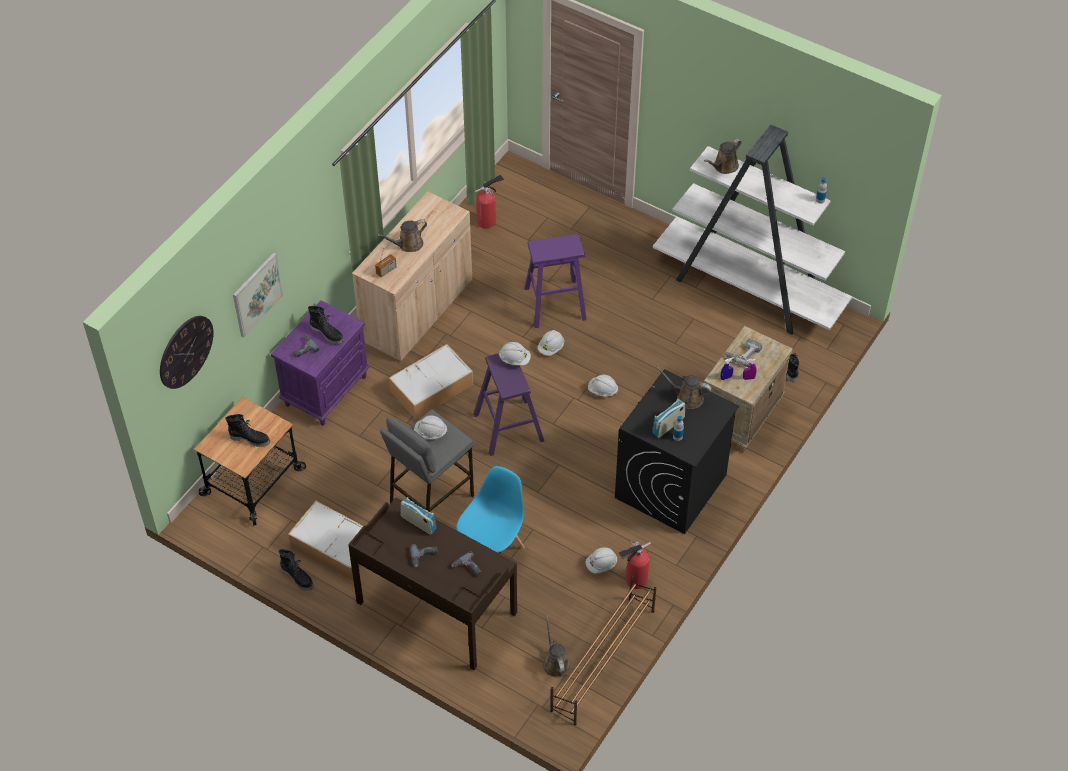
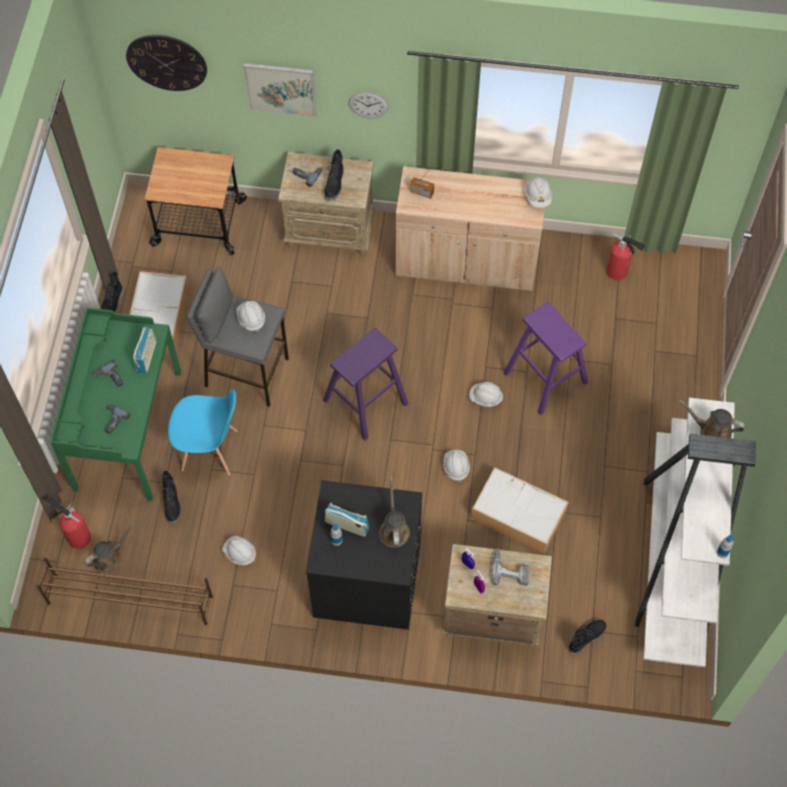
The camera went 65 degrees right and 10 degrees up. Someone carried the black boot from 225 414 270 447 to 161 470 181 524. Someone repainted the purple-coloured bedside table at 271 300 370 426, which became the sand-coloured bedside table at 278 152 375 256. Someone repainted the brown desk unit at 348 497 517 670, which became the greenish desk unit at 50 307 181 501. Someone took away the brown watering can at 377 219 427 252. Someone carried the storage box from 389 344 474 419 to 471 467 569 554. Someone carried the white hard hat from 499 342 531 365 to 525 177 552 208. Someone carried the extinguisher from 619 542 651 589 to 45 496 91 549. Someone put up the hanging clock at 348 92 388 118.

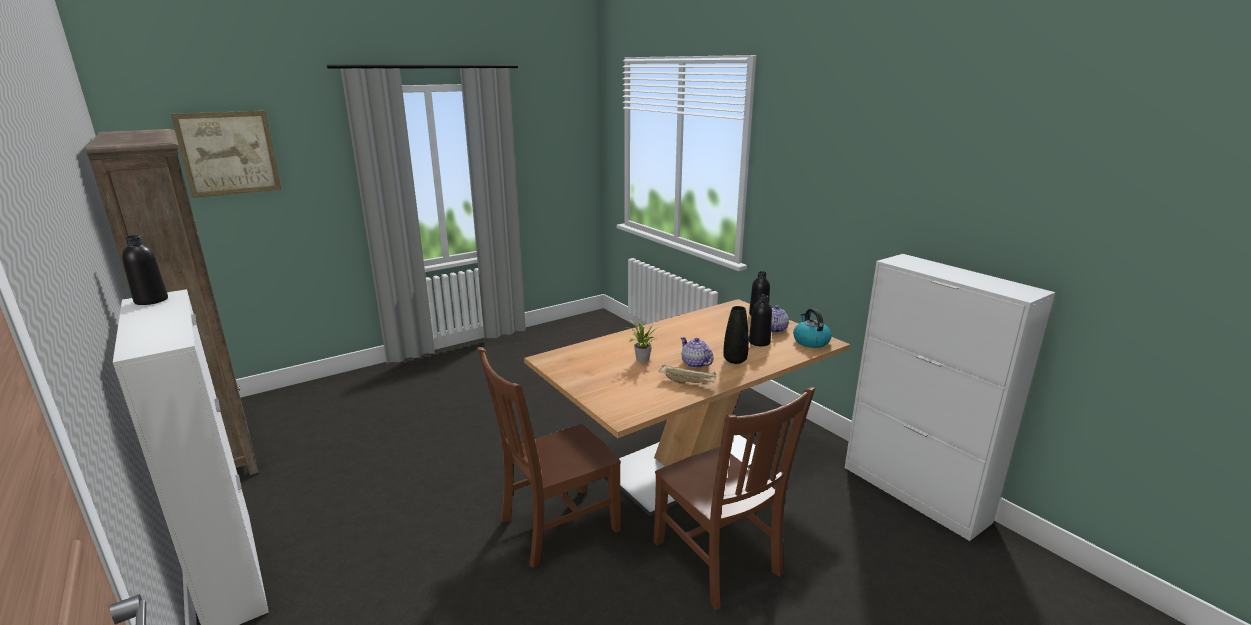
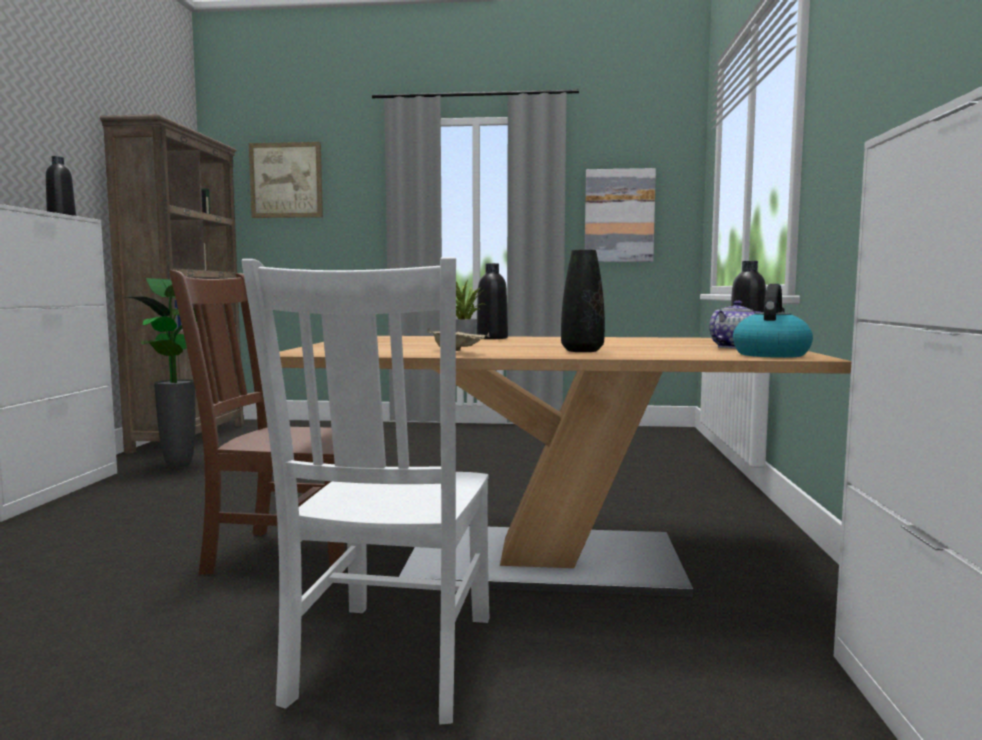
The camera went 40 degrees right and 15 degrees down. Someone repainted the brown chair at 654 387 815 610, which became the white chair at 241 257 489 724. Someone took away the pot for tea at 681 337 713 368. Someone carried the black drink bottle from 749 295 772 346 to 476 263 508 339. Someone put down the potted plant at 126 278 203 468. Someone put up the picture at 585 168 656 262.

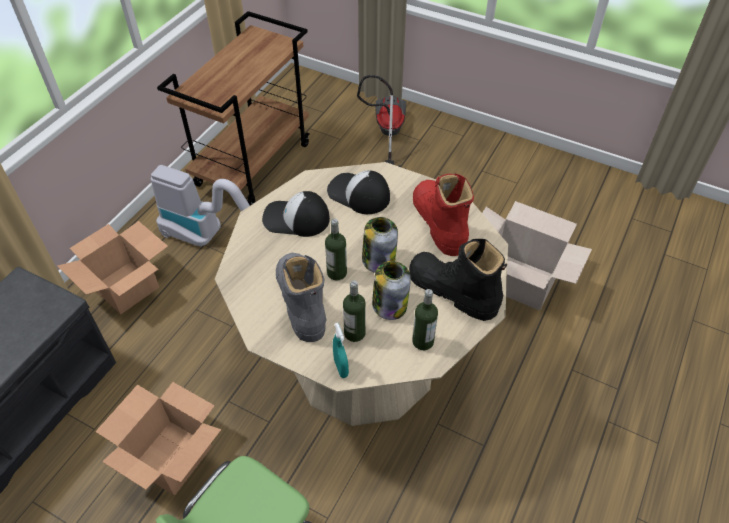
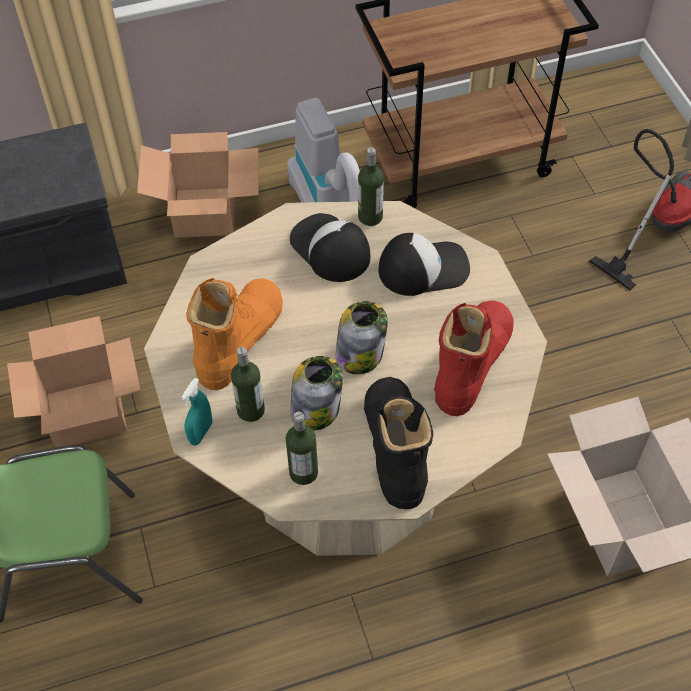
The camera went 45 degrees right and 5 degrees up. Someone repainted the grey boot at 276 253 327 342, which became the orangey boot at 186 278 283 390. Someone carried the drink bottle from 325 218 347 281 to 358 147 384 226. Someone rotated the baseball cap at 327 170 390 214 by 90 degrees clockwise.

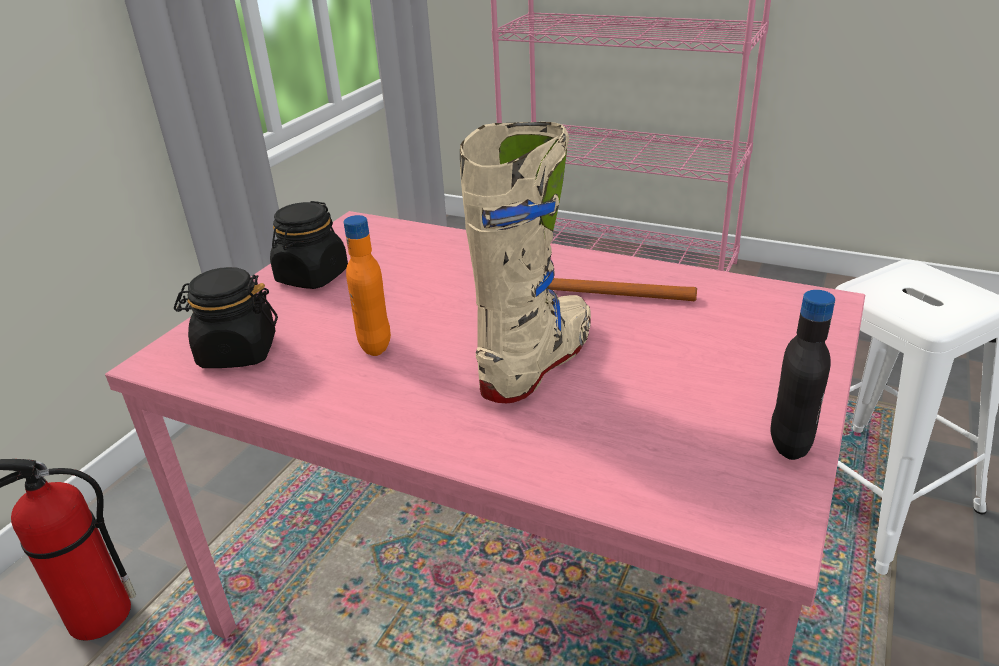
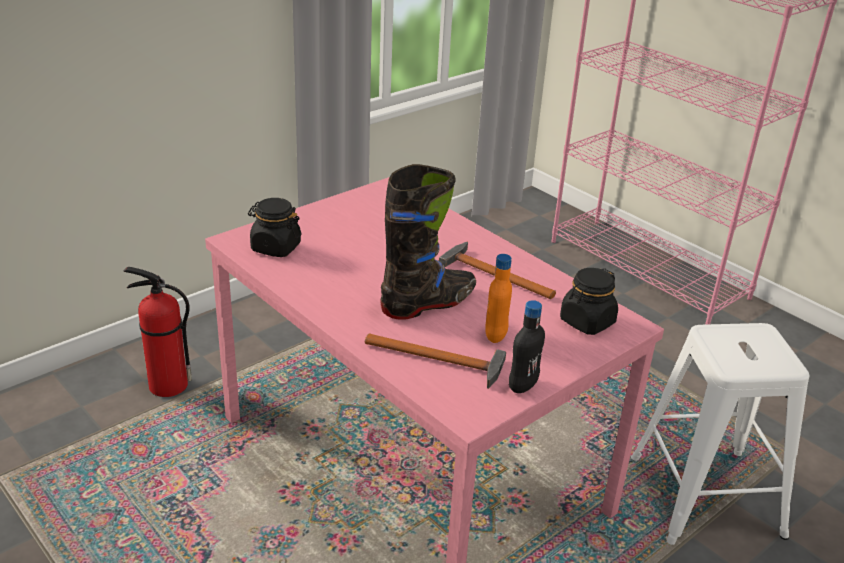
The camera went 20 degrees right and 0 degrees up. Someone carried the black storage jar from 270 201 348 289 to 560 268 618 335. Someone carried the orangey drink bottle from 344 215 391 356 to 485 254 512 343. Someone repainted the sand-coloured boot at 460 122 591 403, which became the black boot at 380 164 476 320. Someone put down the hand hammer at 365 333 506 389.

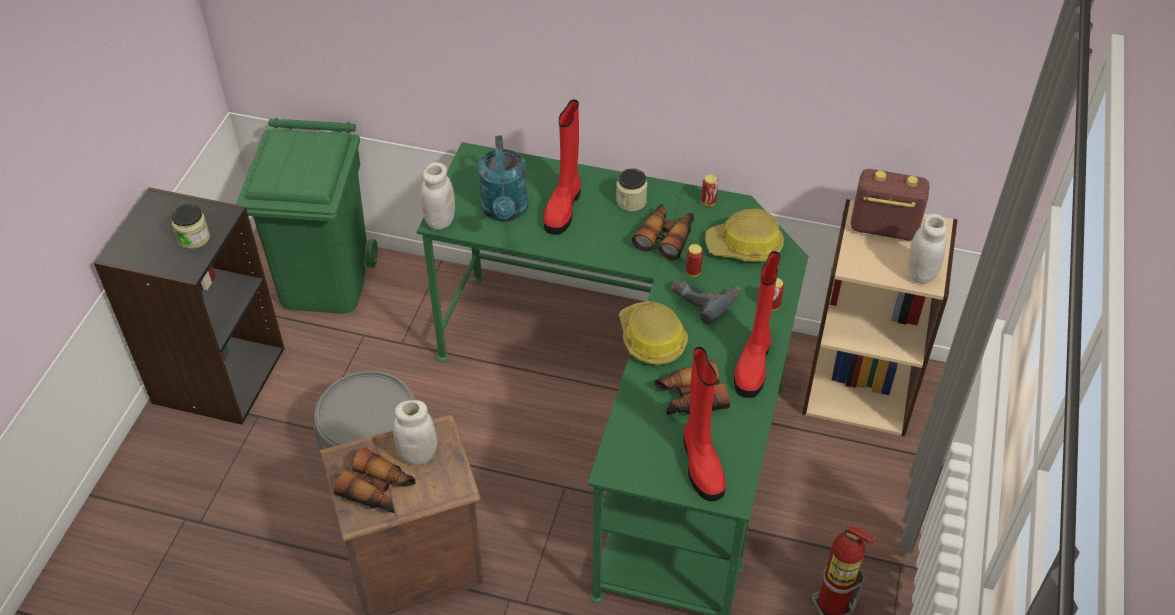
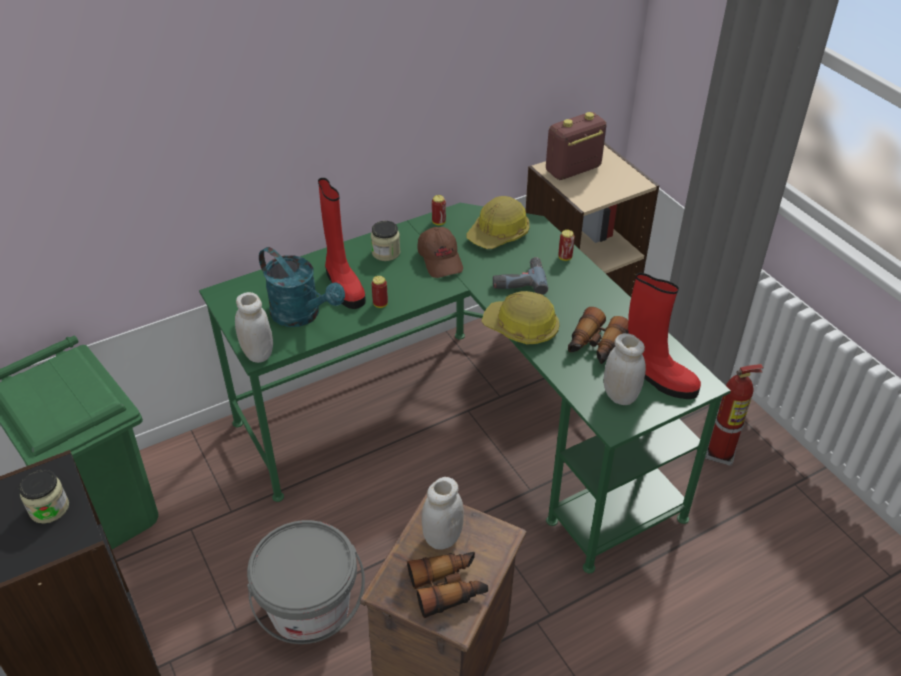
The camera went 45 degrees left and 5 degrees down. Someone swapped the pair of binoculars at 632 204 694 260 for the brown baseball cap at 418 227 463 278. Someone carried the can from 686 244 703 277 to 371 276 388 308. Someone took away the red-coloured boot at 734 251 780 398. Someone carried the white storage jar from 908 214 948 284 to 603 333 646 405.

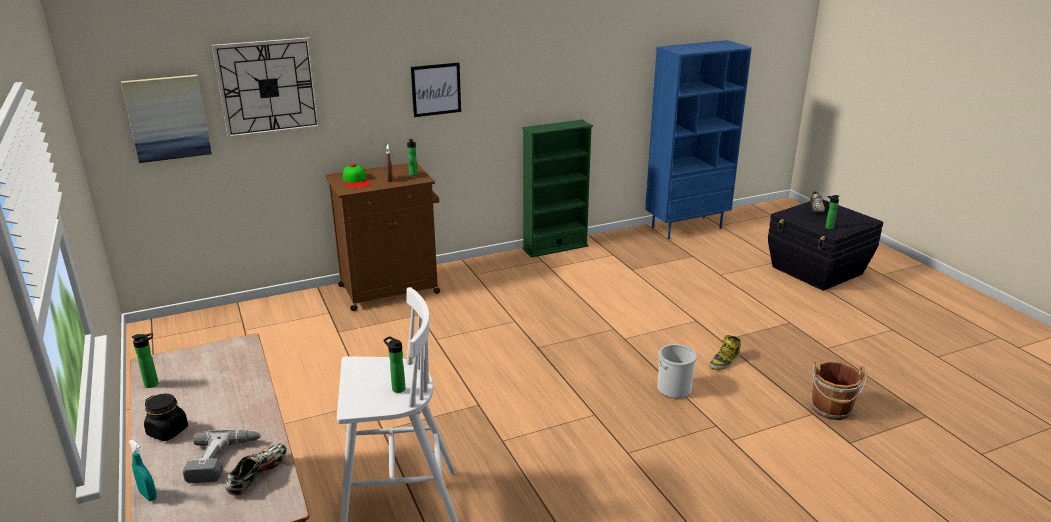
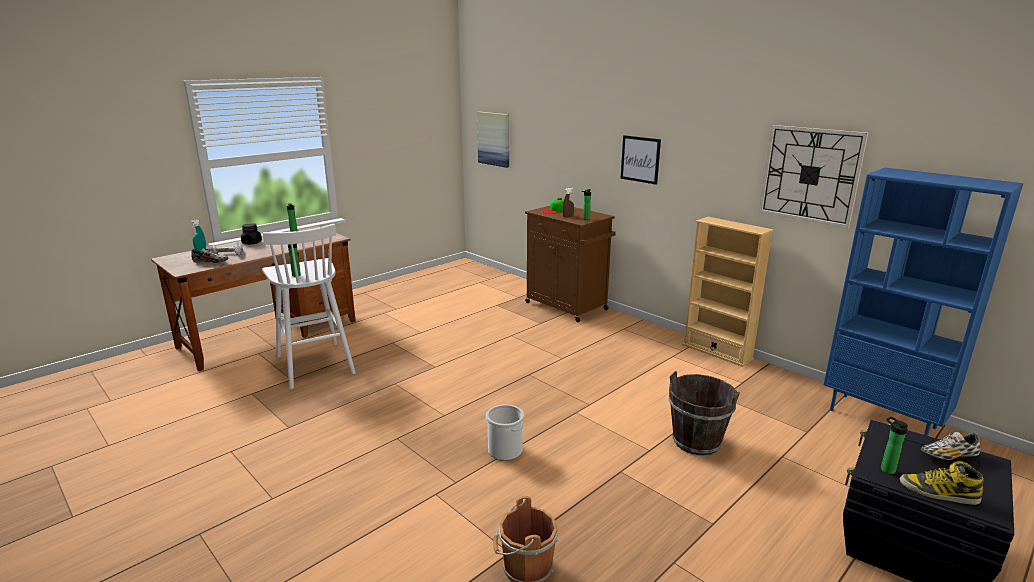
The camera went 70 degrees right and 5 degrees down. Someone carried the hanging clock from 212 37 321 139 to 759 125 869 228. Someone repainted the greenish bookshelf at 522 120 593 258, which became the sand-coloured bookshelf at 682 217 774 367. Someone carried the boot from 709 335 741 370 to 899 461 984 505. Someone put down the brown water bucket at 668 371 740 455.

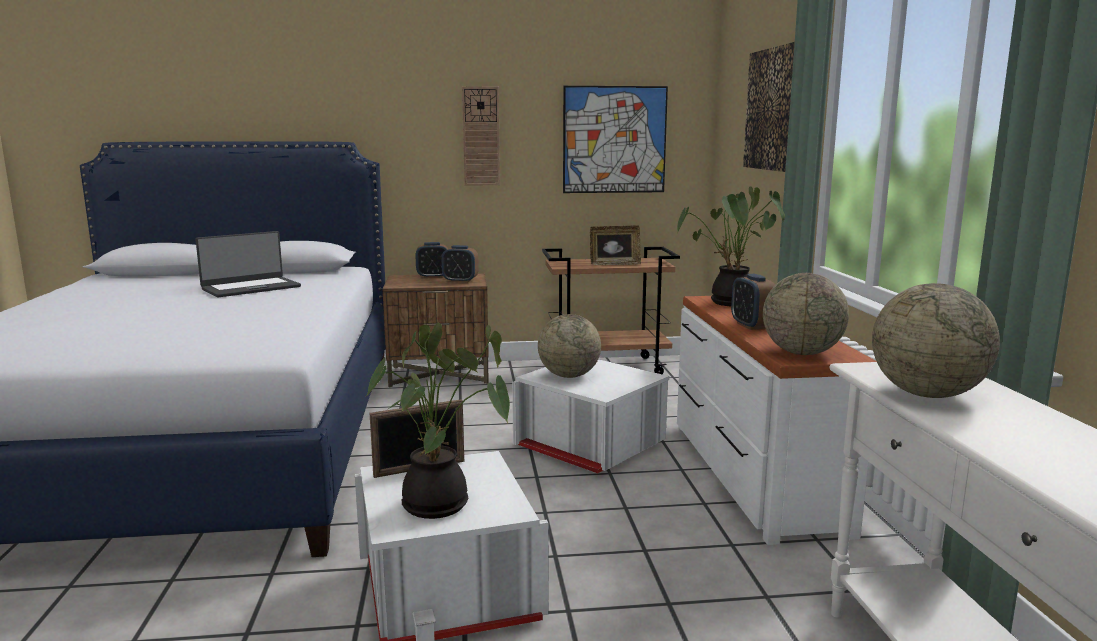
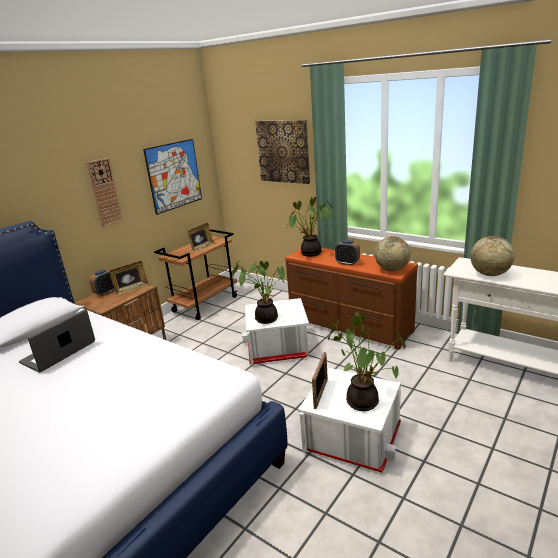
The camera went 45 degrees left and 10 degrees up. Someone rotated the portable computer at 195 231 301 297 by 150 degrees counterclockwise. Someone swapped the table clock at 441 245 479 283 for the photo frame at 109 261 149 295. Someone swapped the world globe at 538 314 601 378 for the potted plant at 232 261 285 324. Someone repainted the white chest of drawers at 677 296 877 545, which became the brown chest of drawers at 285 248 418 350.

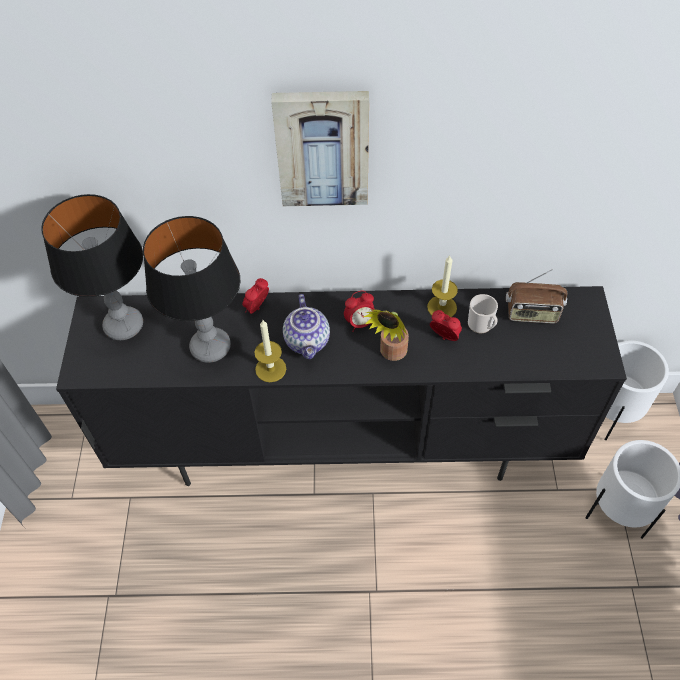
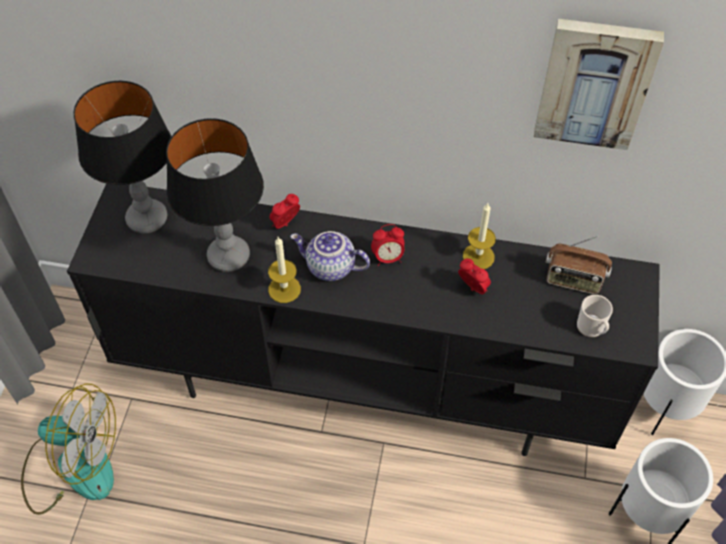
The camera went 10 degrees right and 0 degrees up. Someone carried the picture from 271 91 369 206 to 534 19 664 150. Someone rotated the pot for tea at 283 294 330 359 by 105 degrees clockwise. Someone took away the potted plant at 364 310 409 361. Someone carried the mug from 468 294 498 333 to 577 295 613 337. Someone put down the fan at 21 383 116 515.

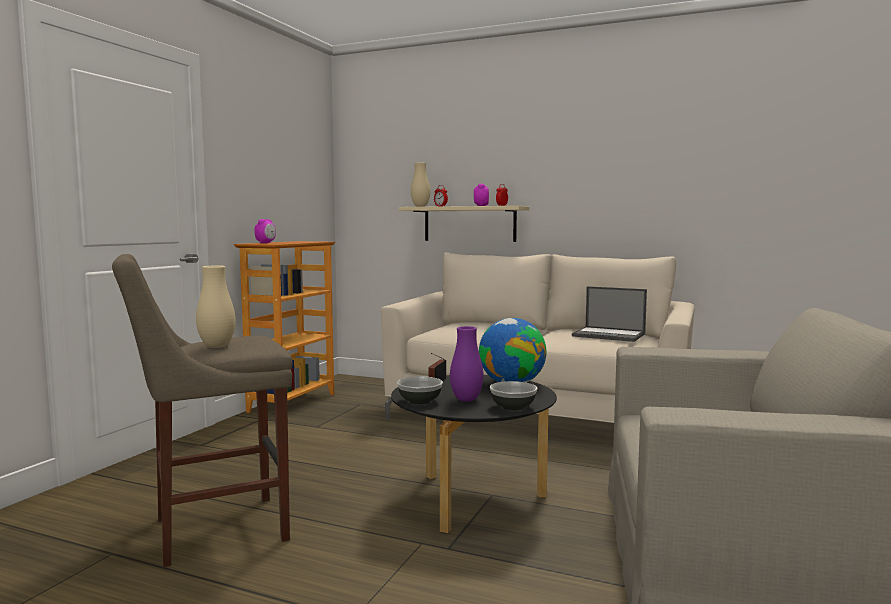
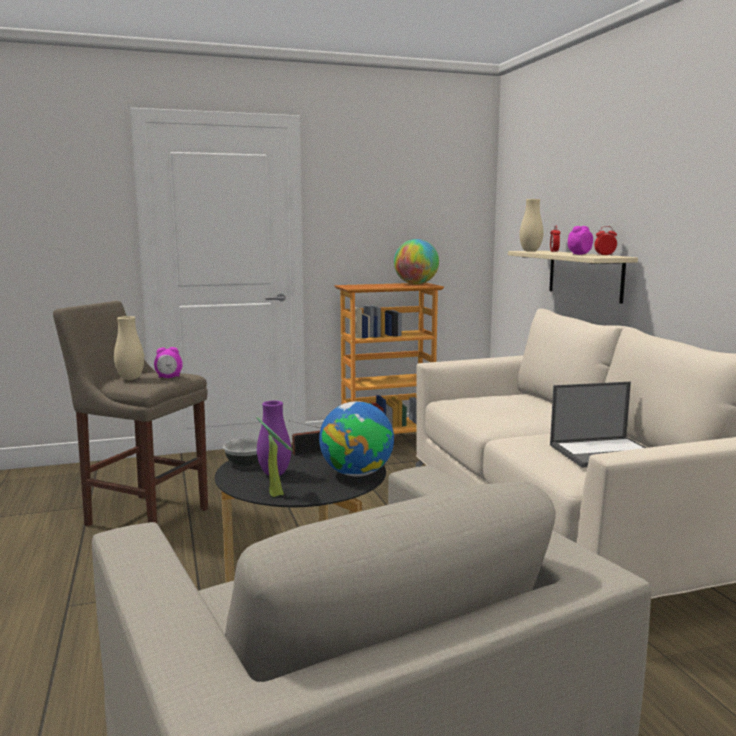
The camera went 50 degrees right and 5 degrees up. Someone carried the table clock from 254 219 276 243 to 154 347 182 378. Someone swapped the serving bowl at 490 381 537 410 for the potted plant at 256 417 293 497. Someone rotated the portable computer at 572 286 647 342 by 90 degrees counterclockwise. Someone put down the world globe at 394 239 439 285.

